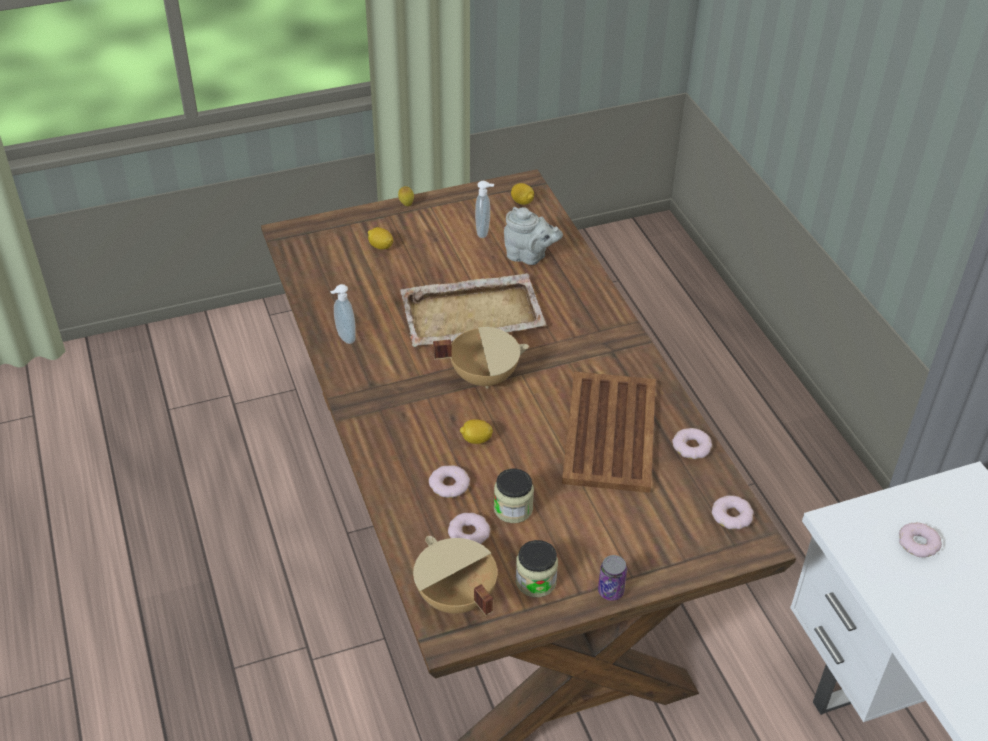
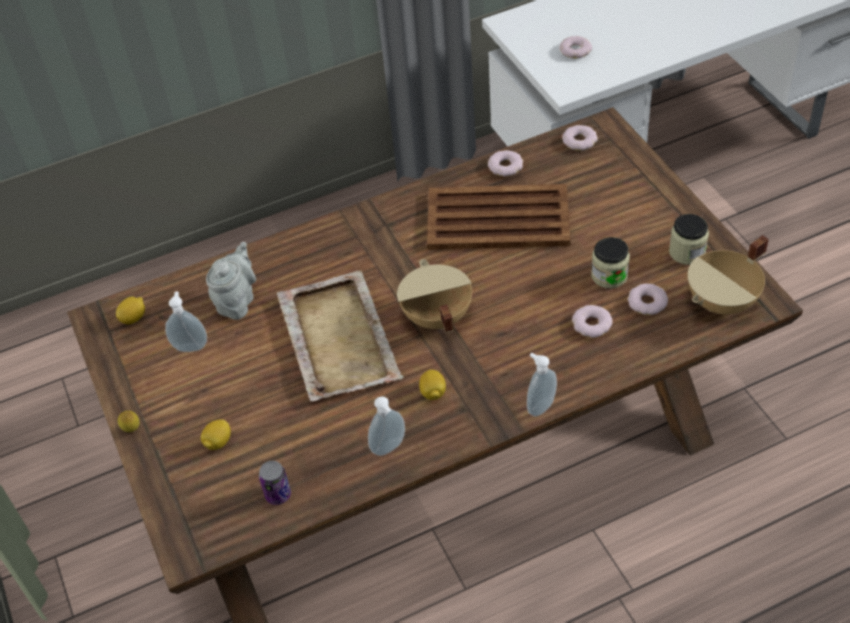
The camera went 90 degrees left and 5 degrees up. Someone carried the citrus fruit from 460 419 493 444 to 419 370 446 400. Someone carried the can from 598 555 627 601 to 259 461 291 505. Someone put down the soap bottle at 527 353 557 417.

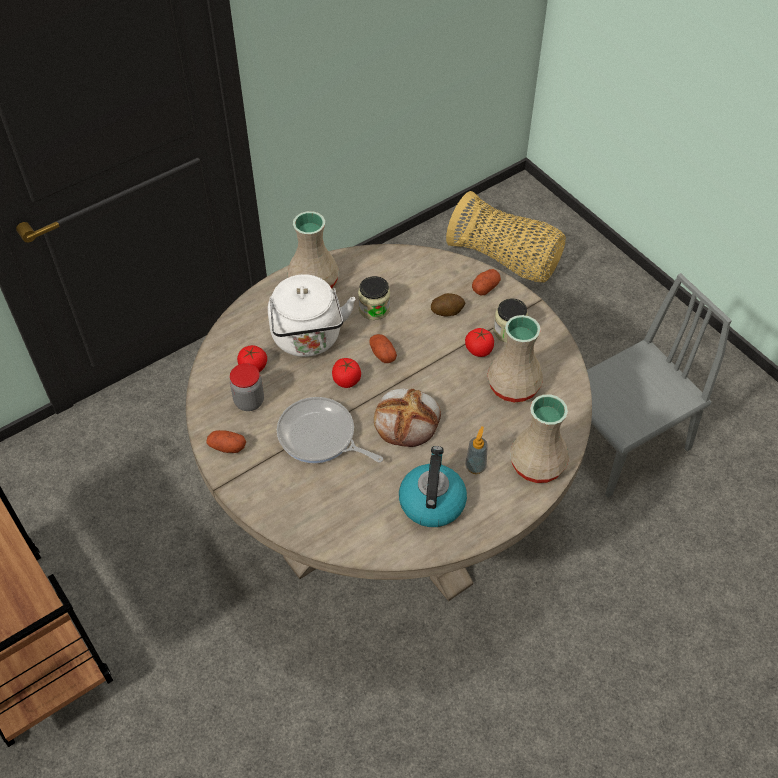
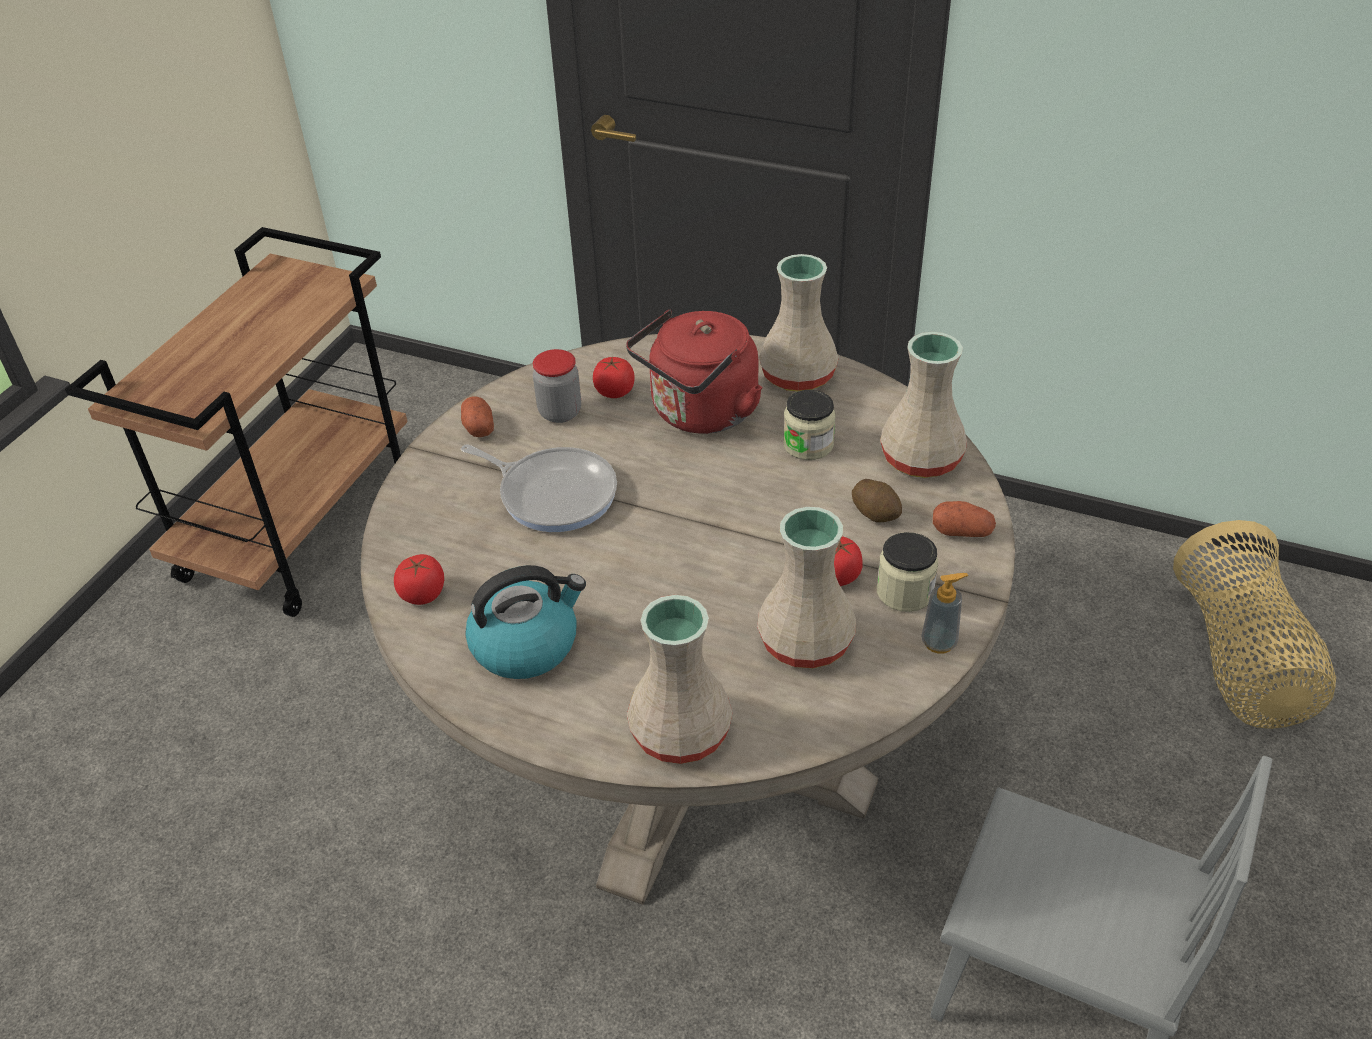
The camera went 60 degrees right and 10 degrees down. Someone repainted the white water kettle at 268 274 355 357, which became the red-coloured water kettle at 626 309 763 434. Someone rotated the frying pan at 277 397 383 463 by 120 degrees clockwise. Someone carried the tomato from 332 358 361 388 to 394 554 444 605. Someone took away the whole potato at 369 334 397 363. Someone took away the baked bread at 374 388 441 447. Someone carried the soap bottle from 465 426 488 474 to 921 573 968 654. Someone put down the sand-coloured decorative vase at 880 332 967 478.

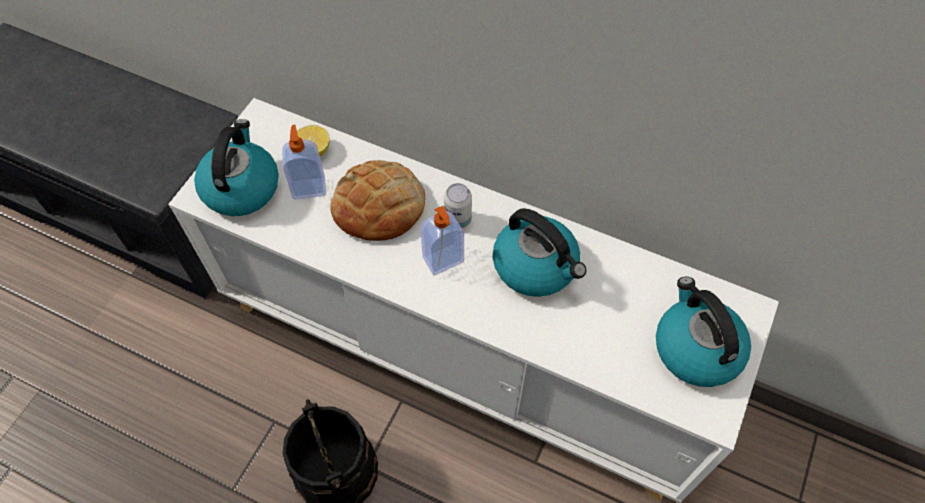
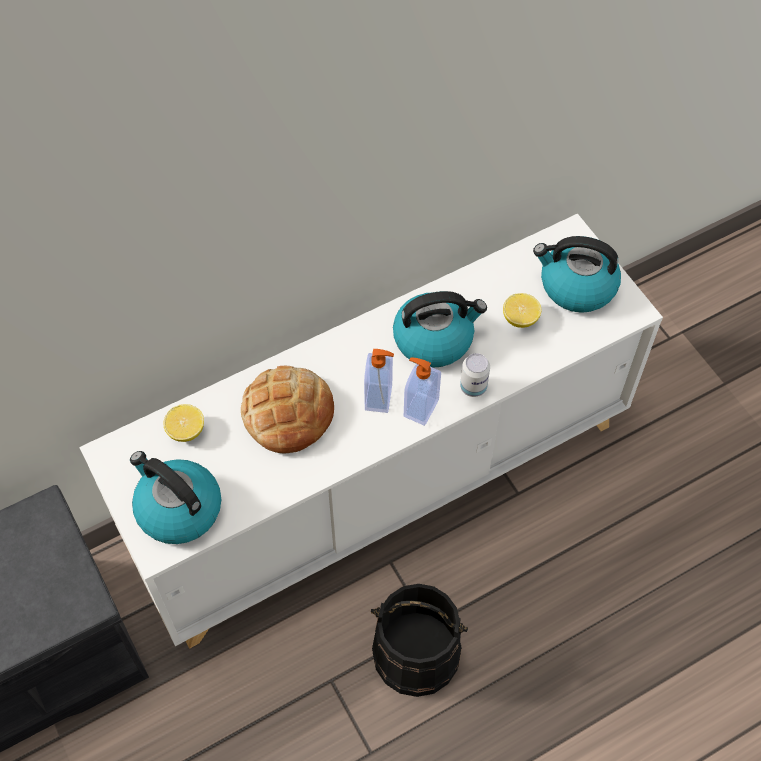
The camera went 55 degrees left and 0 degrees up. Someone carried the soap bottle from 282 125 326 199 to 404 358 441 426. Someone carried the can from 444 183 472 228 to 460 353 490 397. Someone put down the citrus fruit at 503 293 542 328.

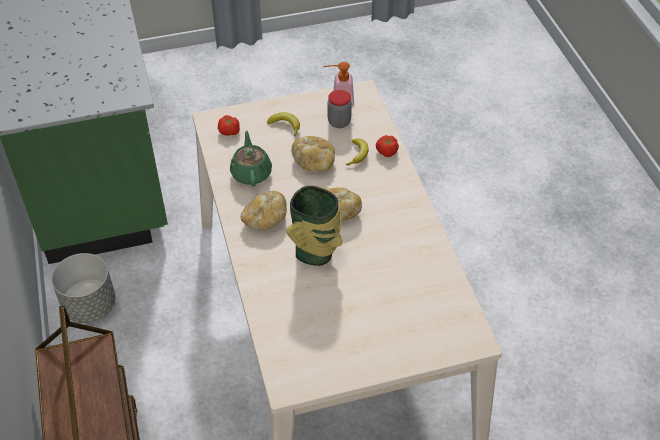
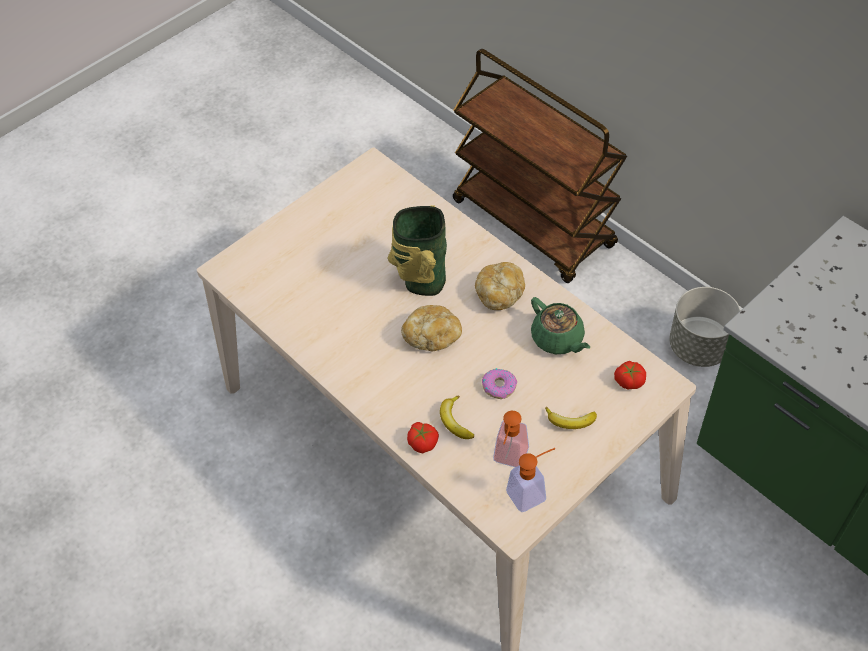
The camera went 155 degrees right and 5 degrees up. Someone swapped the baked bread at 291 136 335 172 for the doughnut at 482 368 517 399. Someone swapped the storage jar at 328 90 352 128 for the soap bottle at 493 411 529 467.

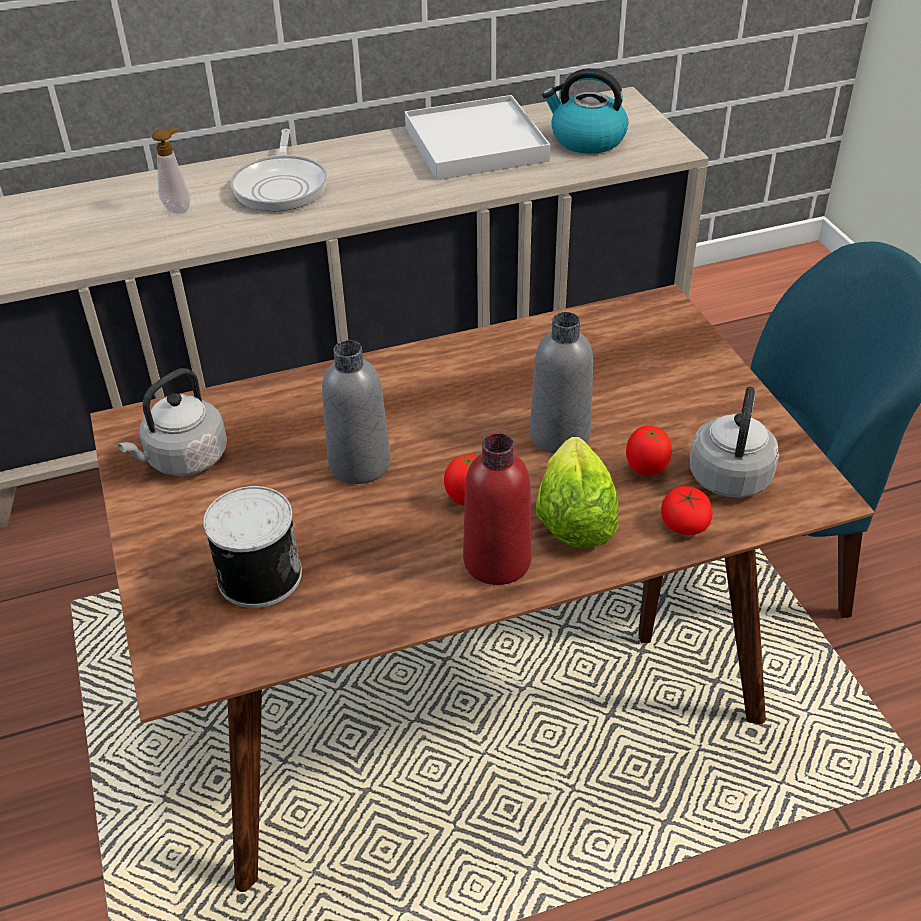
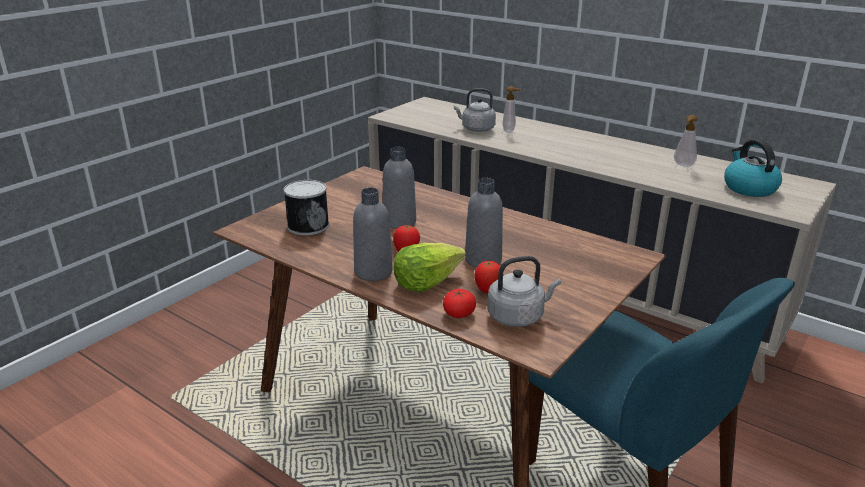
The camera went 55 degrees right and 15 degrees down. Someone carried the grey water kettle from 118 368 227 476 to 454 88 496 132. Someone took away the frying pan at 230 129 327 211. Someone swapped the white carrying tray at 405 95 550 180 for the soap bottle at 674 115 698 167. Someone repainted the red-coloured drink bottle at 463 433 532 585, which became the grey drink bottle at 353 188 393 281.

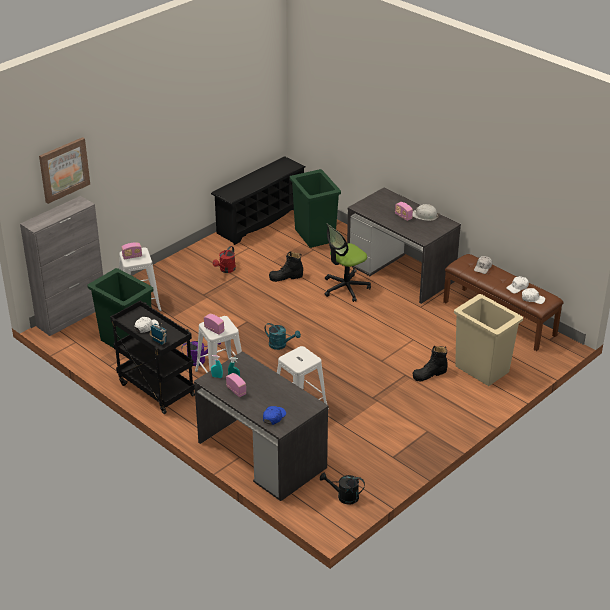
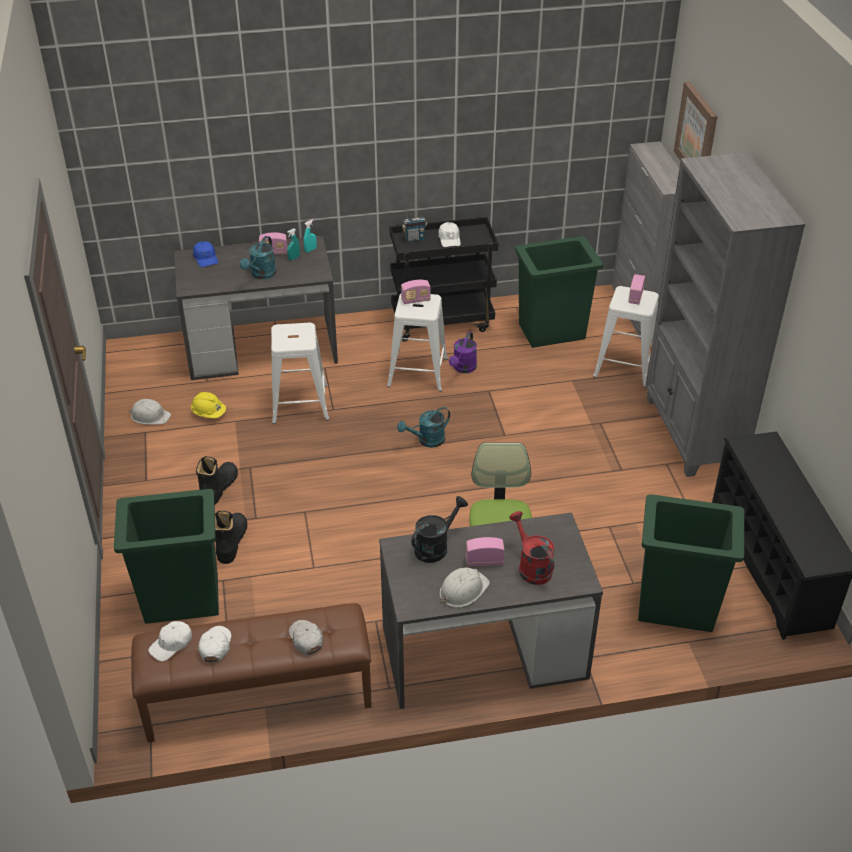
The camera went 125 degrees right and 5 degrees up. Someone carried the red-coloured watering can from 213 246 236 273 to 509 511 554 585. Someone carried the black boot from 269 251 303 282 to 196 456 238 504. Someone carried the black watering can from 320 472 365 505 to 411 496 468 563. Someone repainted the sand-coloured trash can at 454 294 523 386, which became the greenish trash can at 114 489 219 624. Someone put down the white hard hat at 129 399 171 425. Someone put down the yellow-coloured hard hat at 191 392 226 418. Someone put down the blue-green watering can at 240 236 276 279. Someone put down the grey bookshelf at 645 152 805 477.

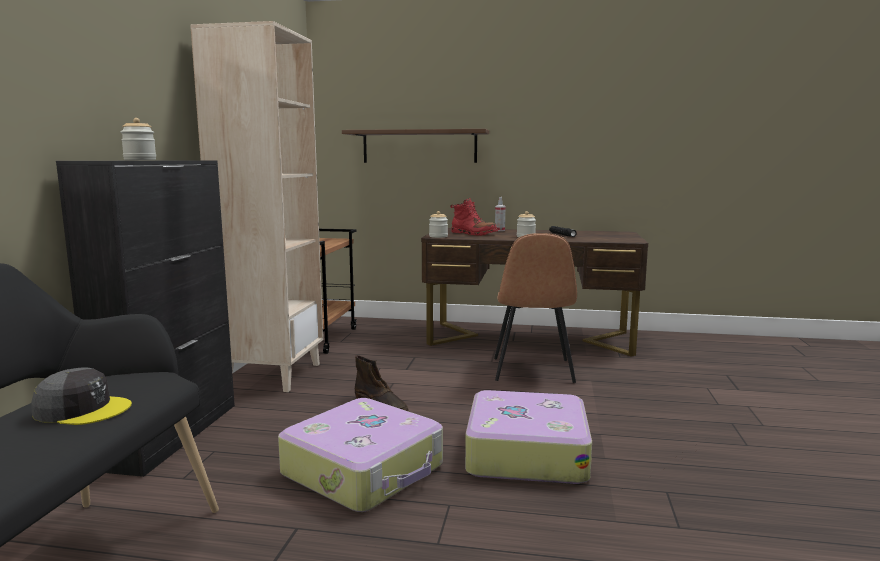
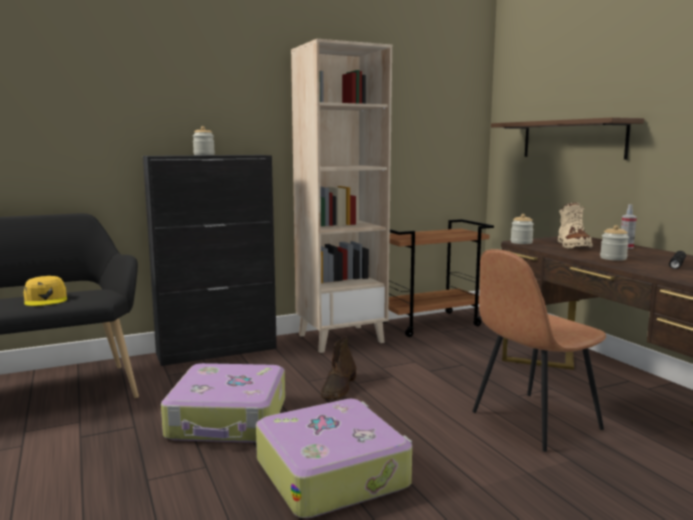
The camera went 55 degrees right and 0 degrees up. Someone repainted the grey baseball cap at 31 367 132 425, which became the yellow-coloured baseball cap at 24 276 67 306. Someone repainted the red-coloured boot at 450 198 498 236, which became the sand-coloured boot at 557 202 593 249.

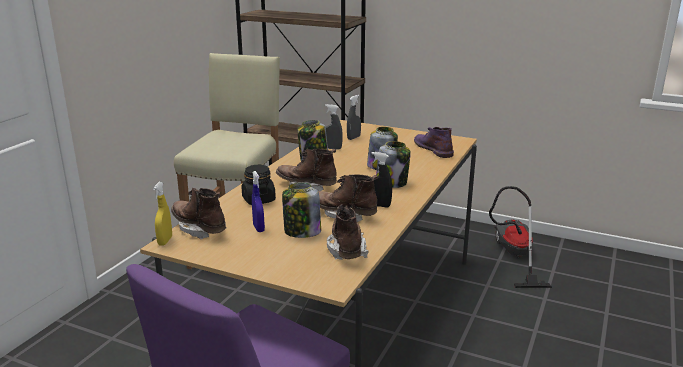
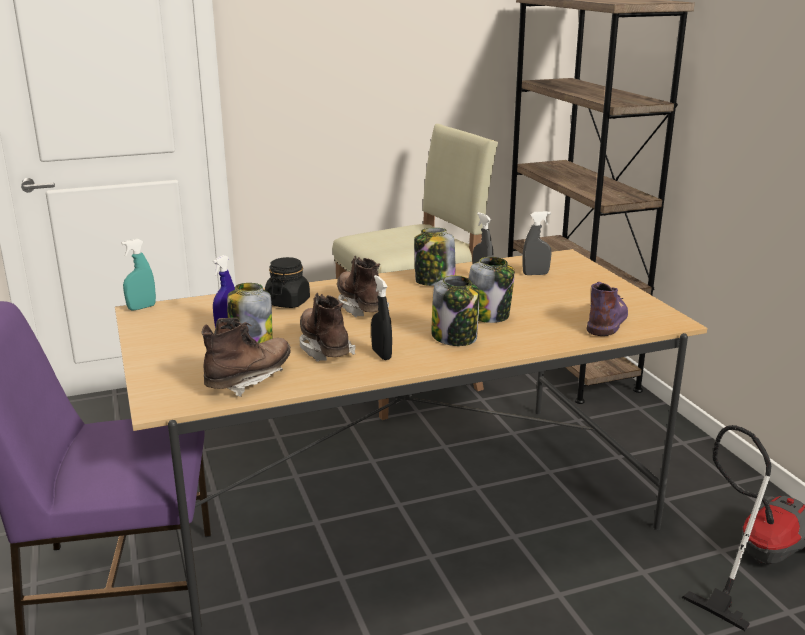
The camera went 45 degrees right and 0 degrees up. Someone repainted the yellow-coloured spray bottle at 153 182 172 246, which became the blue-green spray bottle at 121 239 156 311. Someone took away the brown boot at 171 188 226 239.

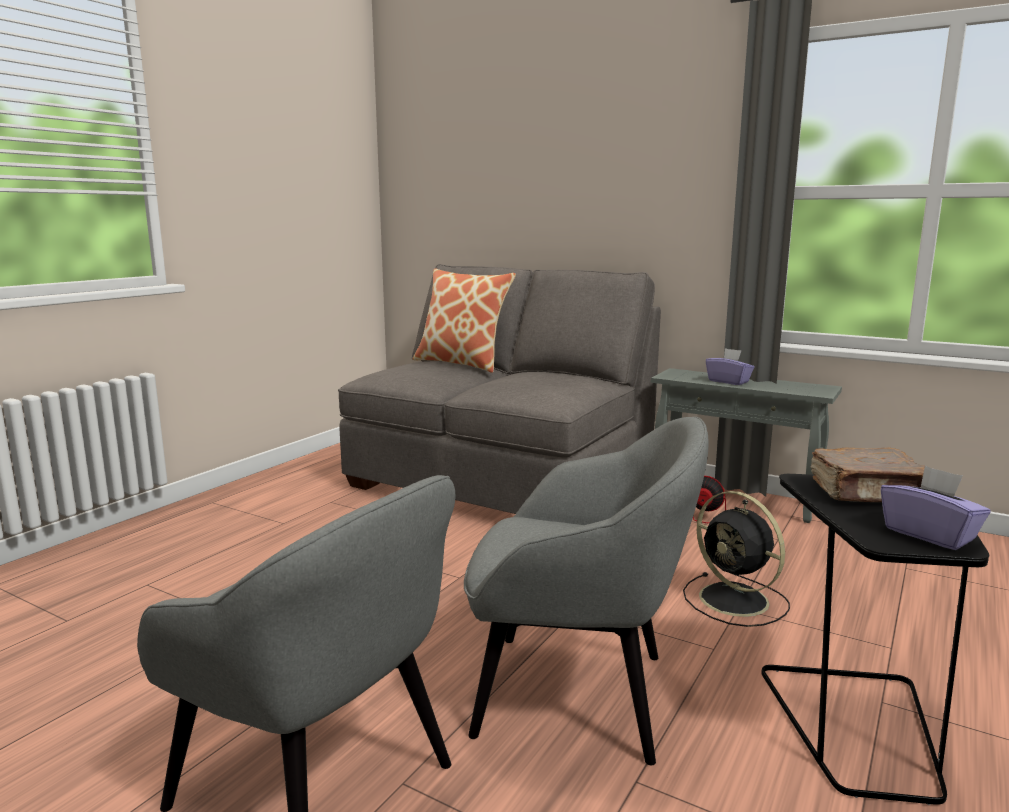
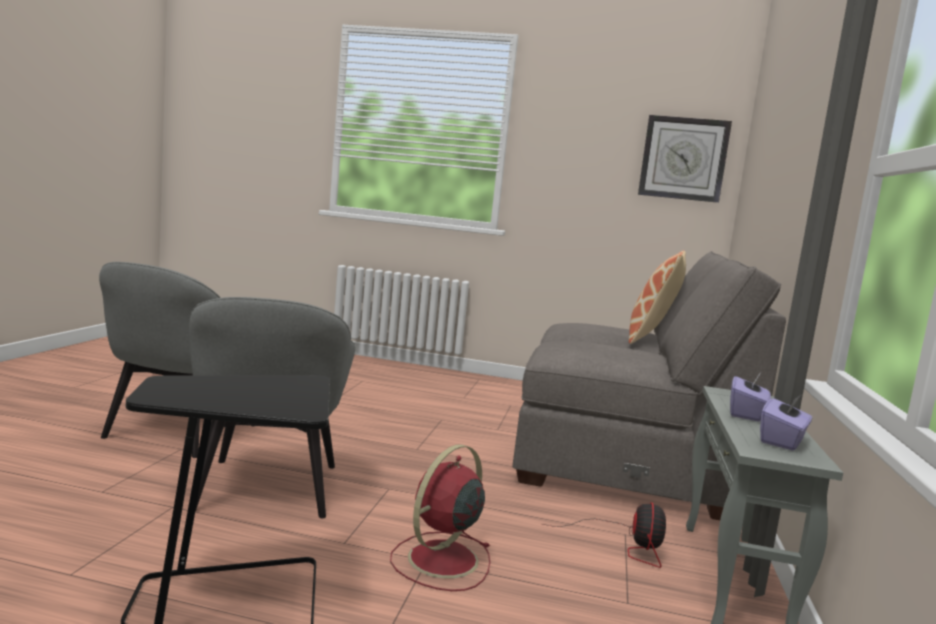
The camera went 70 degrees right and 5 degrees down. Someone repainted the black fan at 683 491 790 627, which became the red-coloured fan at 390 444 490 591. Someone took away the brown volume at 810 448 925 502. Someone carried the purple-coloured tissue holder from 881 466 991 550 to 760 394 812 451. Someone put up the hanging clock at 638 115 732 203.

